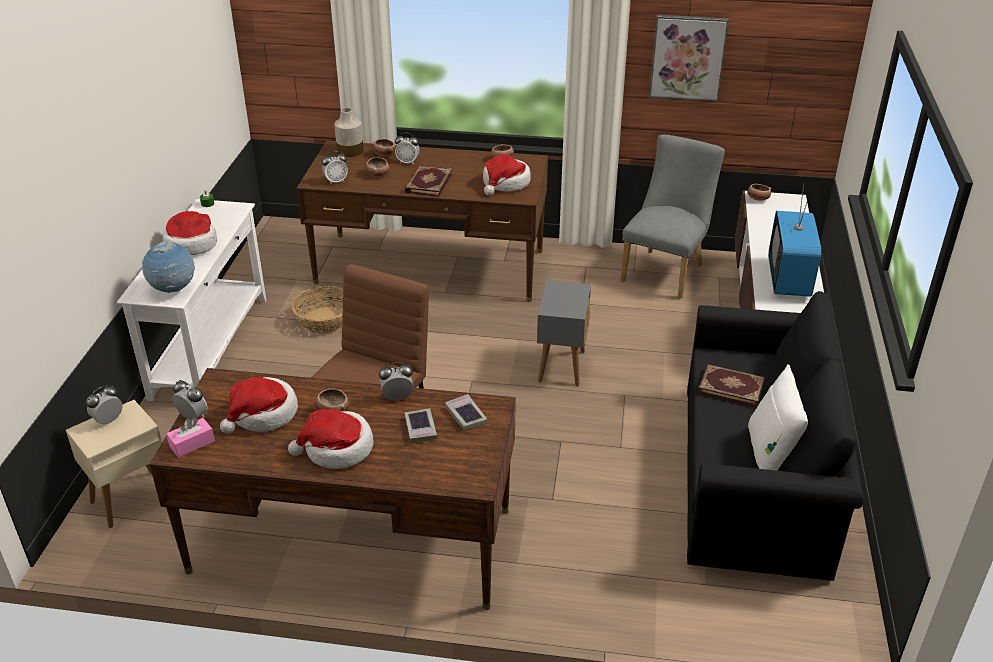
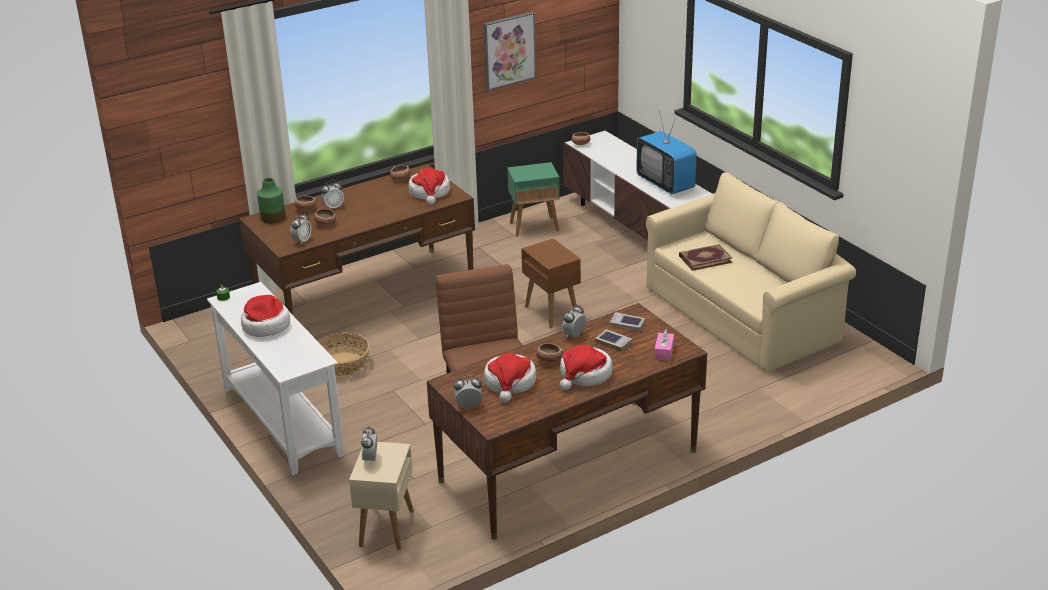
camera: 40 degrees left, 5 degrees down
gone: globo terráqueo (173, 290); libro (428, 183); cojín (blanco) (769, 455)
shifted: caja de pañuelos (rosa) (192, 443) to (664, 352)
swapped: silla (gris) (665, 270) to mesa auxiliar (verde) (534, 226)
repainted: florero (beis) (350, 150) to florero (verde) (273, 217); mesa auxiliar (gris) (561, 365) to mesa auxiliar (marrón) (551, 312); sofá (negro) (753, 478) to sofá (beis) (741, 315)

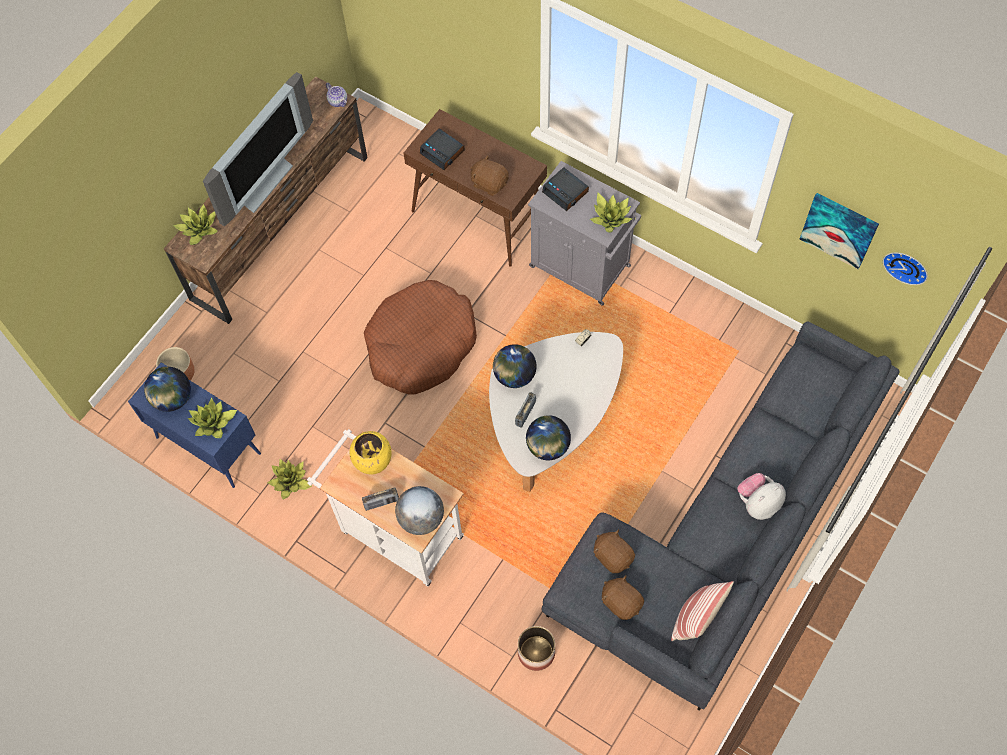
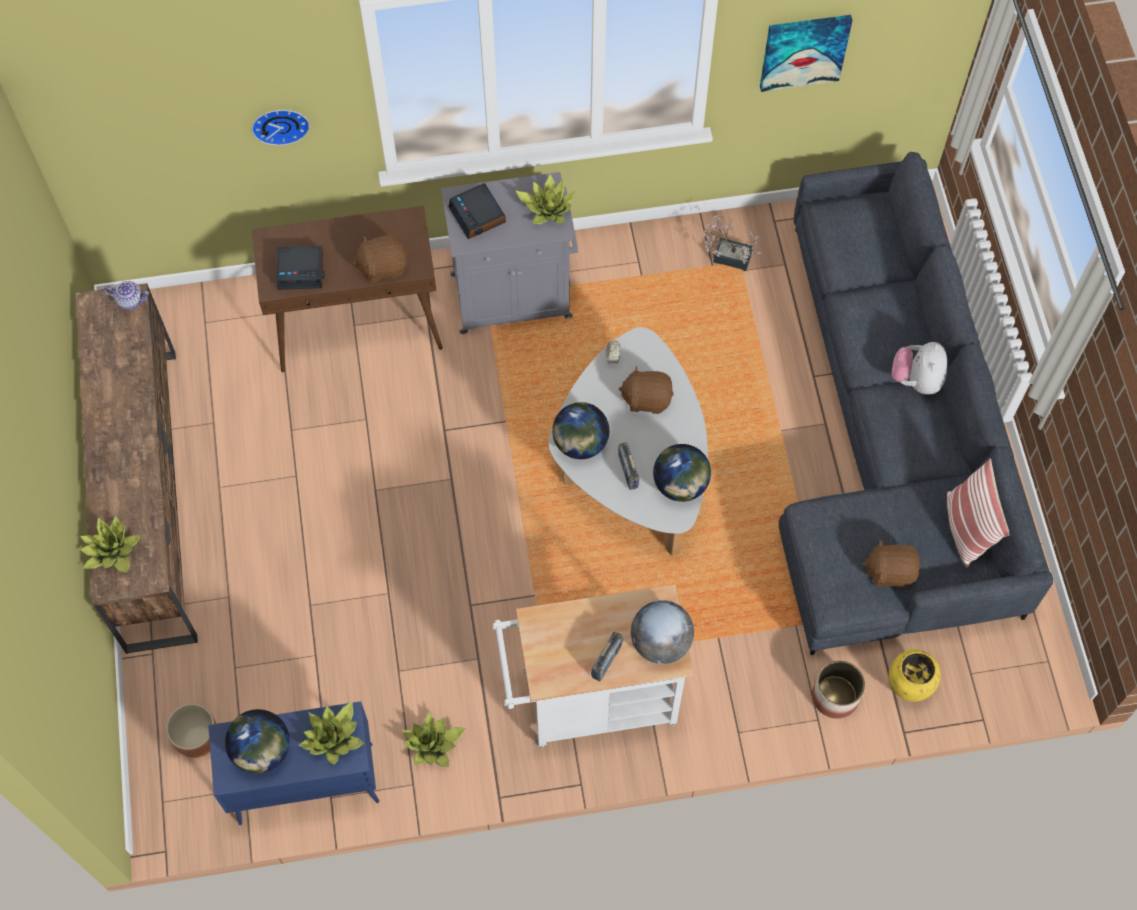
camera: 45 degrees left, 0 degrees up
gone: televisor (260, 181); cama para perro (marrón) (421, 344)
new: planta en maceta (728, 255)
shifted: reloj de pared (906, 265) to (280, 123); peluche (marrón) (613, 556) to (646, 398); florero (amarillo) (374, 463) to (909, 686)
rotated: despertador (566, 192) = (478, 215) 60 degrees clockwise

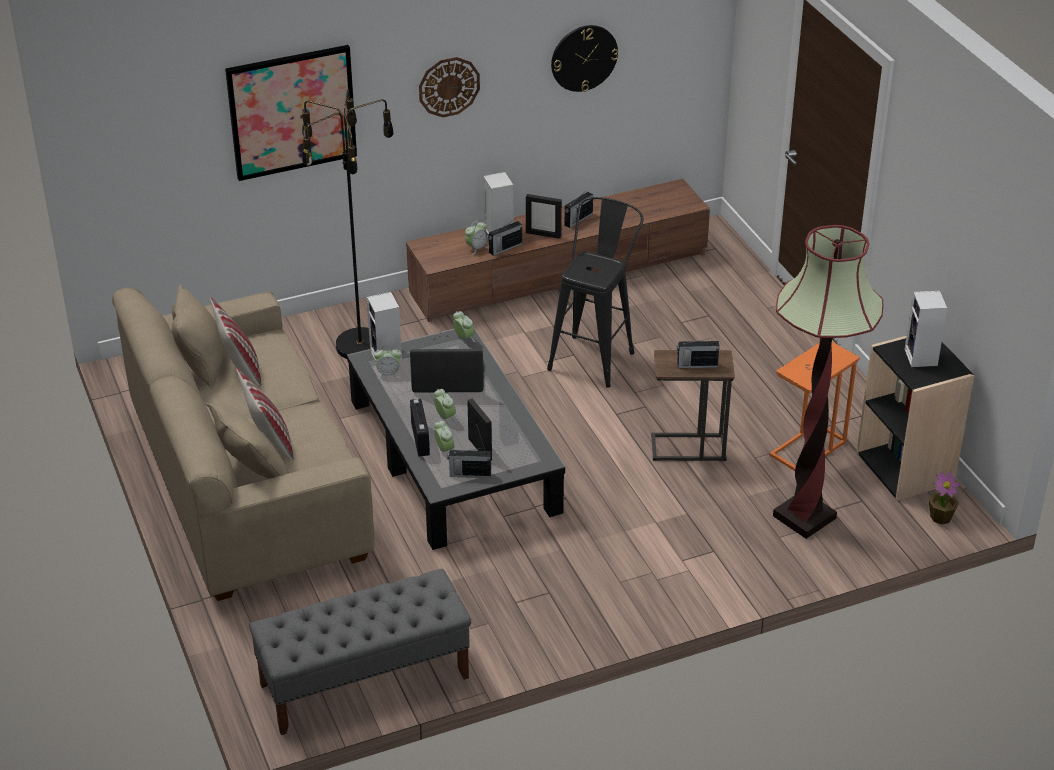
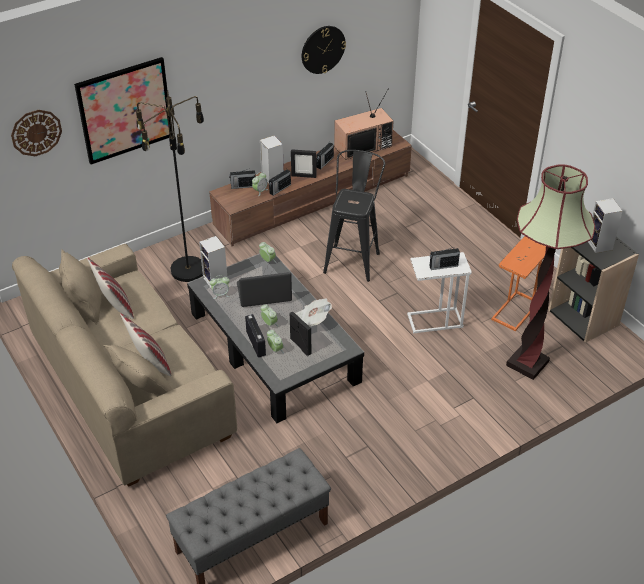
camera: 10 degrees left, 5 degrees up
gone: planta en maceta (941, 517)
new: periódico (311, 321); televisor (363, 145)
shifted: reloj de pared (449, 86) to (36, 132); radio (469, 474) to (243, 186)
repainted: mesa auxiliar (marrón) (689, 447) to mesa auxiliar (blanco) (435, 320)

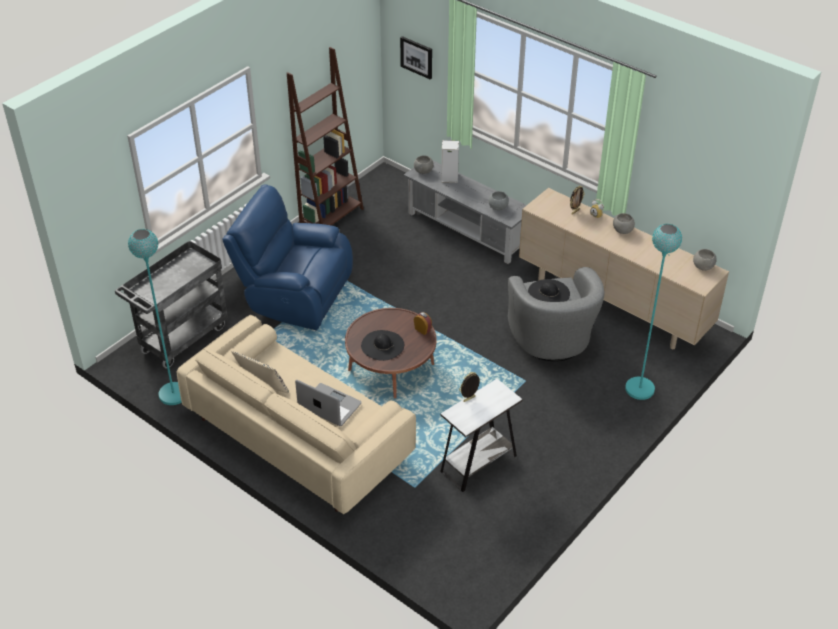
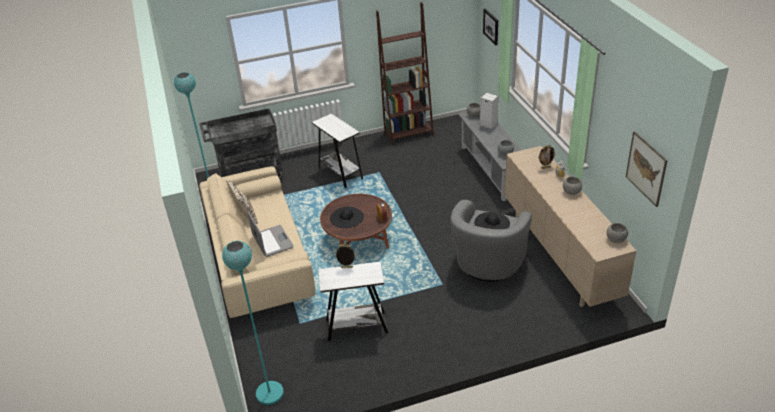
camera: 35 degrees right, 5 degrees down
new: cuadro (646, 168)
shifted: lámpara de pie (turquesa) (640, 389) to (270, 394)
swapped: sillón (azul) (295, 295) to mesa auxiliar (blanco) (340, 173)

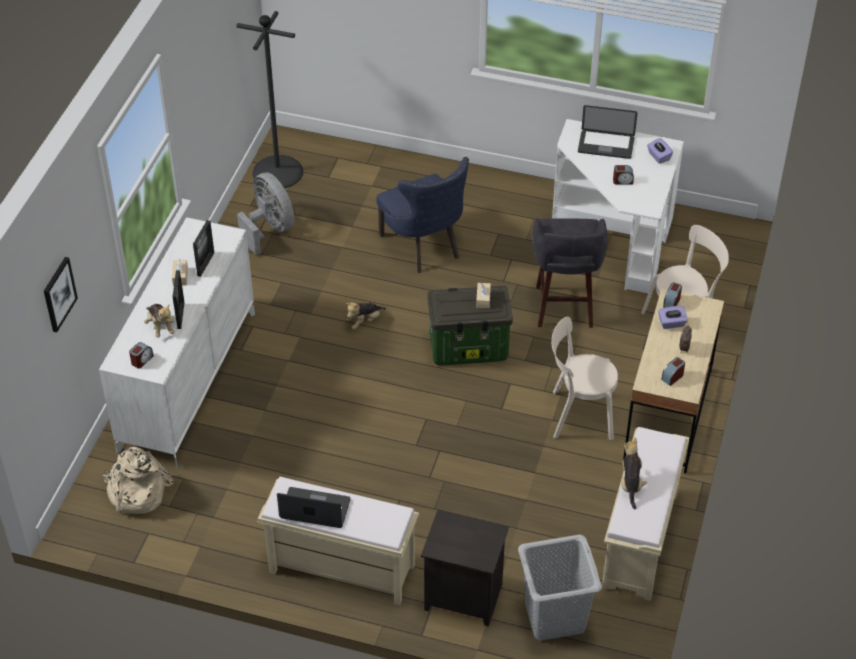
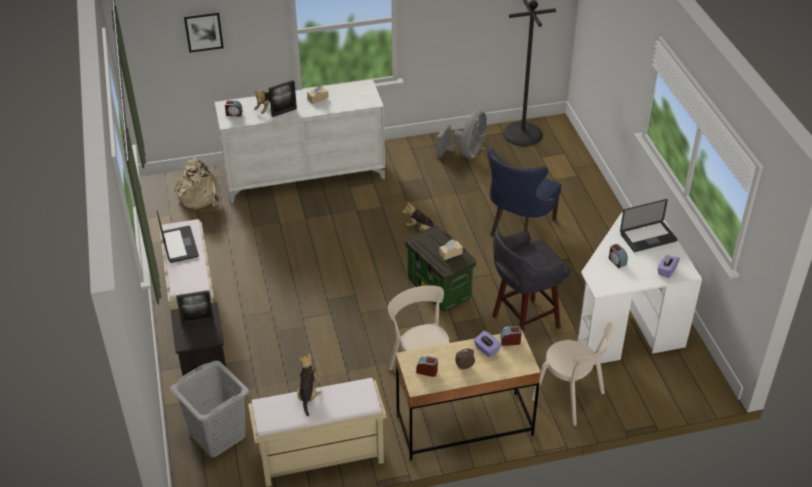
camera: 60 degrees right, 5 degrees down
shifted: portarretratos (205, 264) to (198, 322)
rotated: peluche (630, 484) = (308, 394) 60 degrees counterclockwise; portátil (606, 145) = (648, 237) 90 degrees counterclockwise

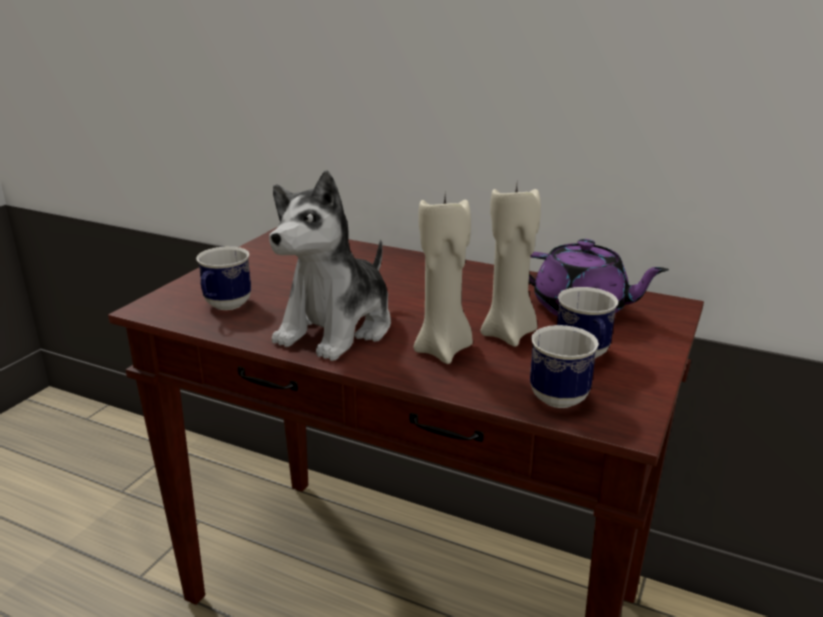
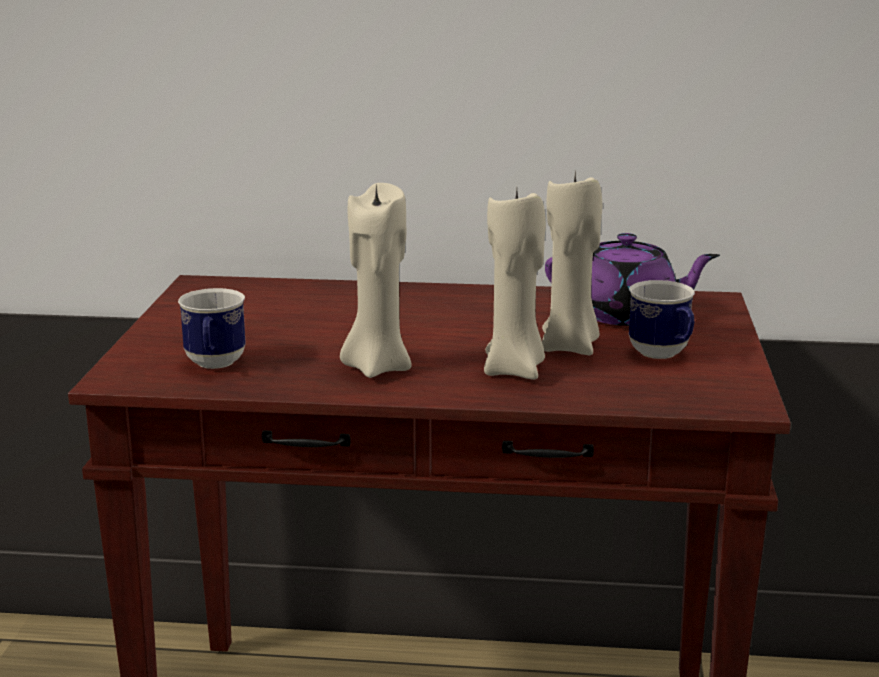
camera: 20 degrees left, 5 degrees down
gone: taza grande (556, 393)
swapped: peluche (337, 329) to vela (beis) (377, 367)

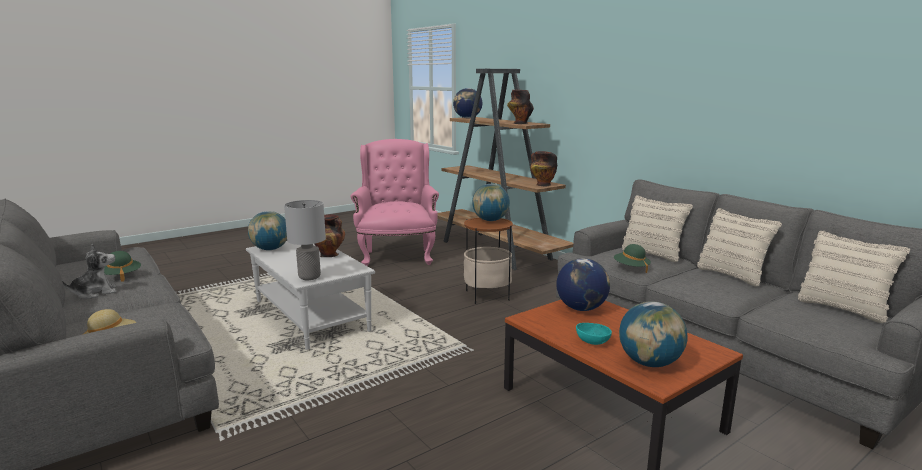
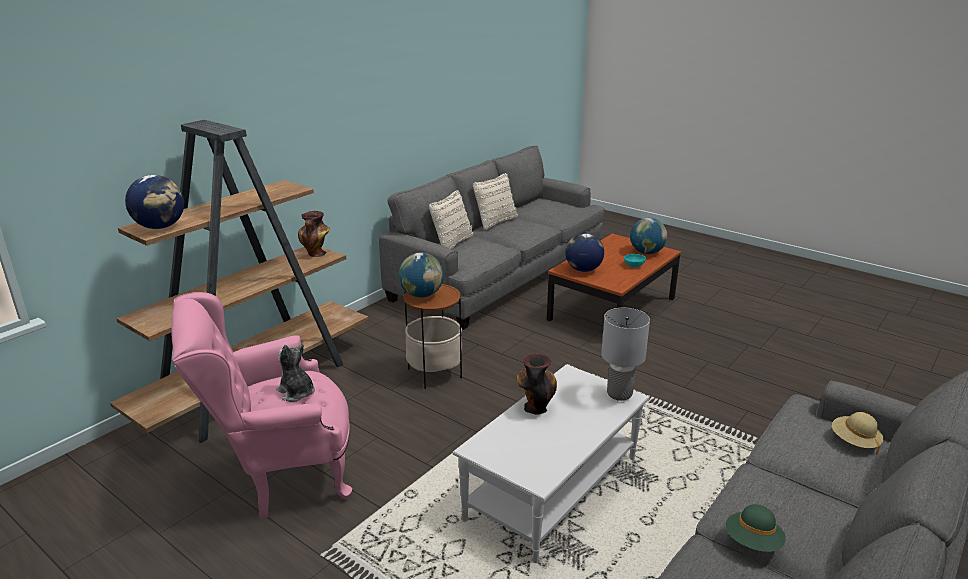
camera: 105 degrees left, 10 degrees up
gone: globo terráqueo (270, 249); florero (519, 123); sombrero (verde) (631, 268); cojín (beis) (843, 309)
shifted: peluche (95, 293) to (296, 392)

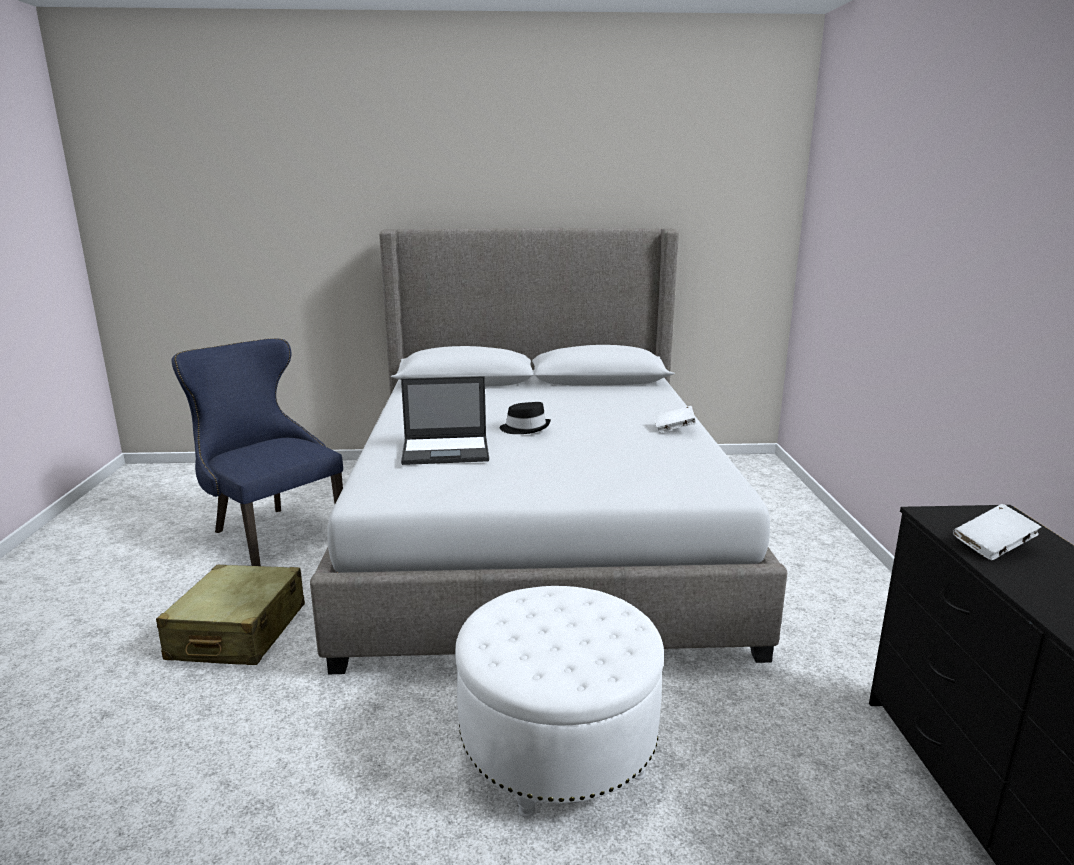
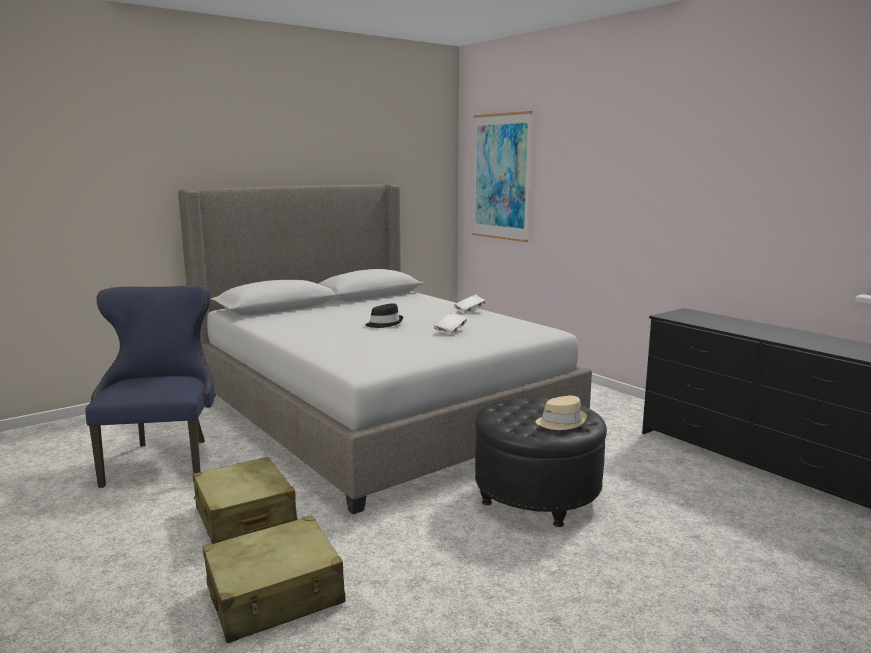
camera: 35 degrees left, 5 degrees down
gone: portátil (447, 450)
new: maleta (beis) (275, 595); cuadro (501, 177); sombrero (beis) (561, 422)
shifted: libro (blanco) (993, 547) to (451, 331)
repainted: puf (blanco) (558, 749) to puf (negro) (537, 497)
rotated: silla (azul) (271, 533) = (163, 460) 75 degrees clockwise

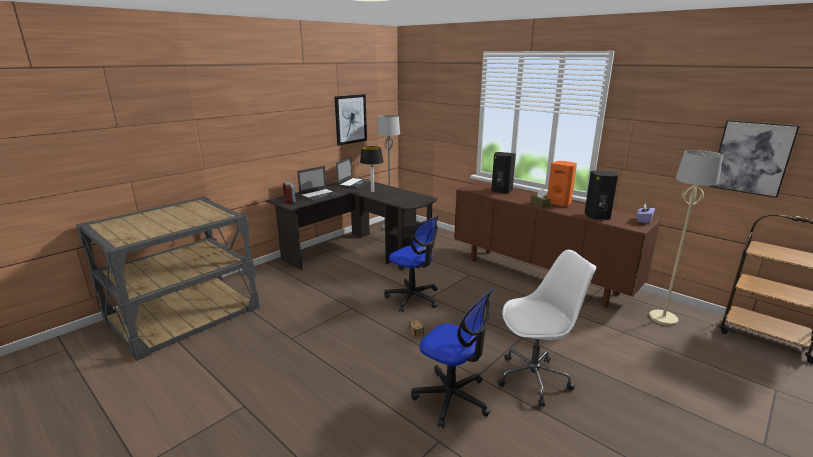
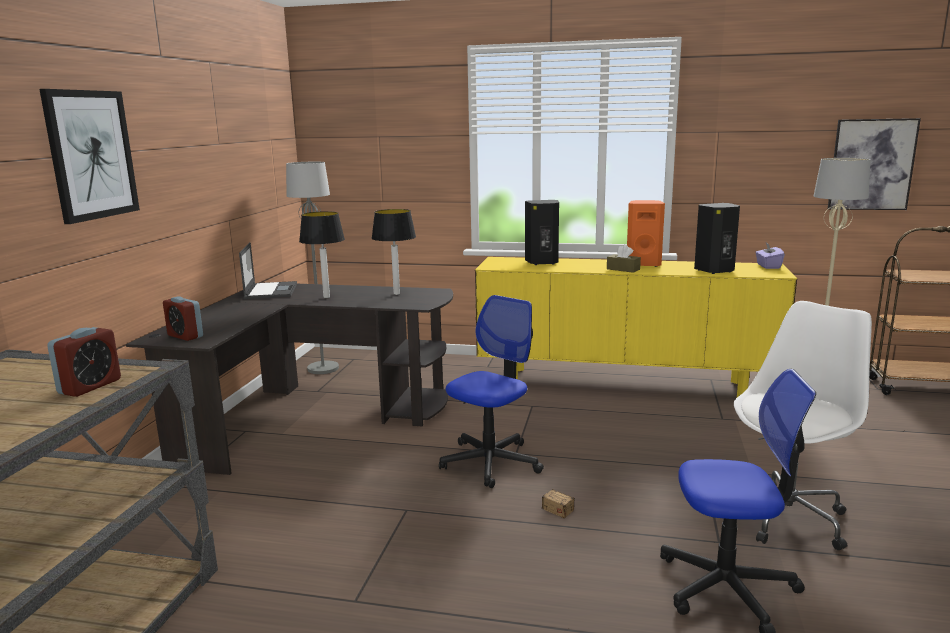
camera: 30 degrees left, 5 degrees down
gone: portátil (320, 195)
new: despertador (90, 386); lámpara de mesa (396, 294)
shifted: cuadro (350, 119) to (91, 155)
repainted: armario (marrón) (539, 275) to armario (amarillo) (624, 383)
rotated: silla de oficina (413, 298) = (490, 462) 60 degrees counterclockwise

